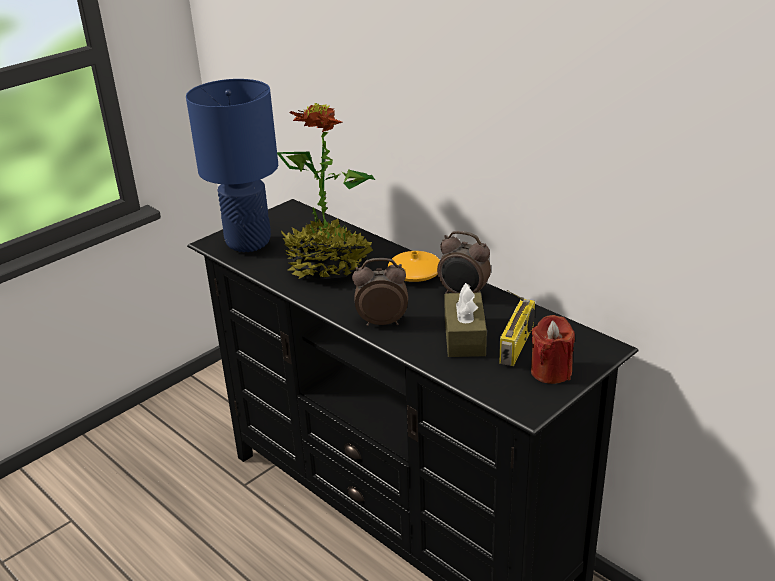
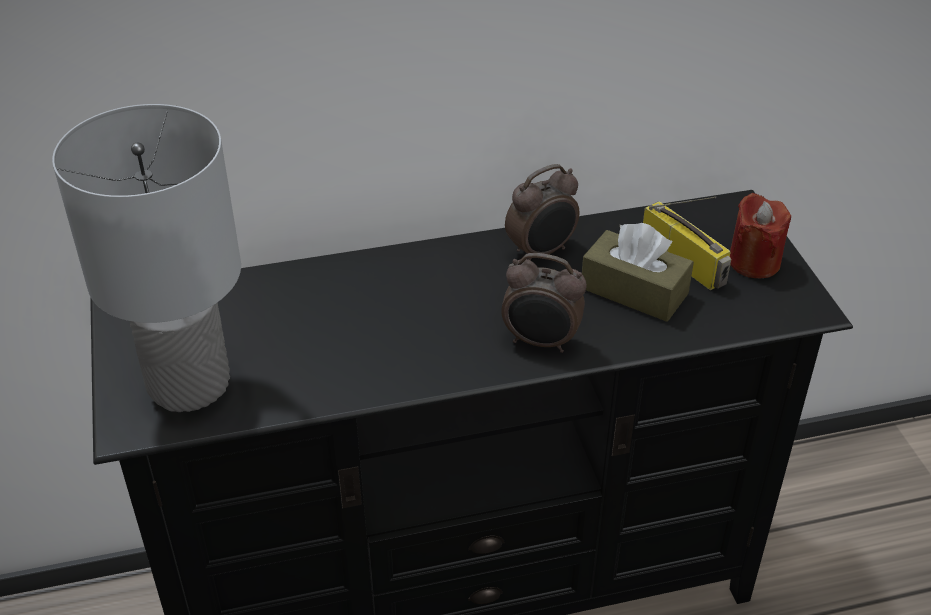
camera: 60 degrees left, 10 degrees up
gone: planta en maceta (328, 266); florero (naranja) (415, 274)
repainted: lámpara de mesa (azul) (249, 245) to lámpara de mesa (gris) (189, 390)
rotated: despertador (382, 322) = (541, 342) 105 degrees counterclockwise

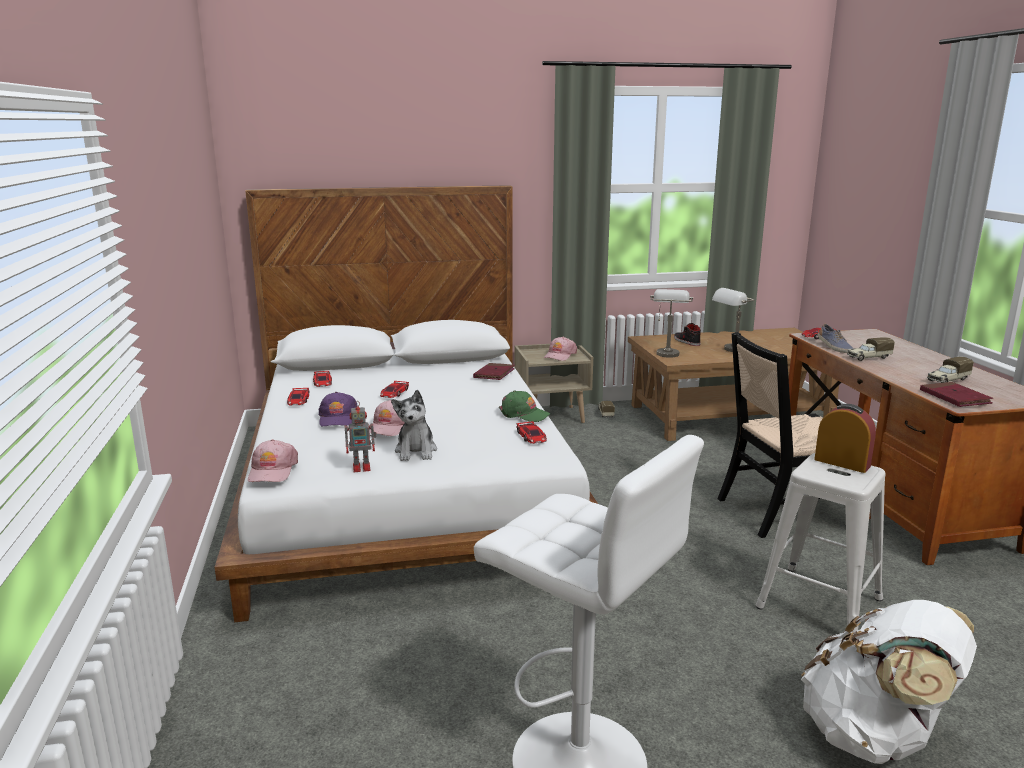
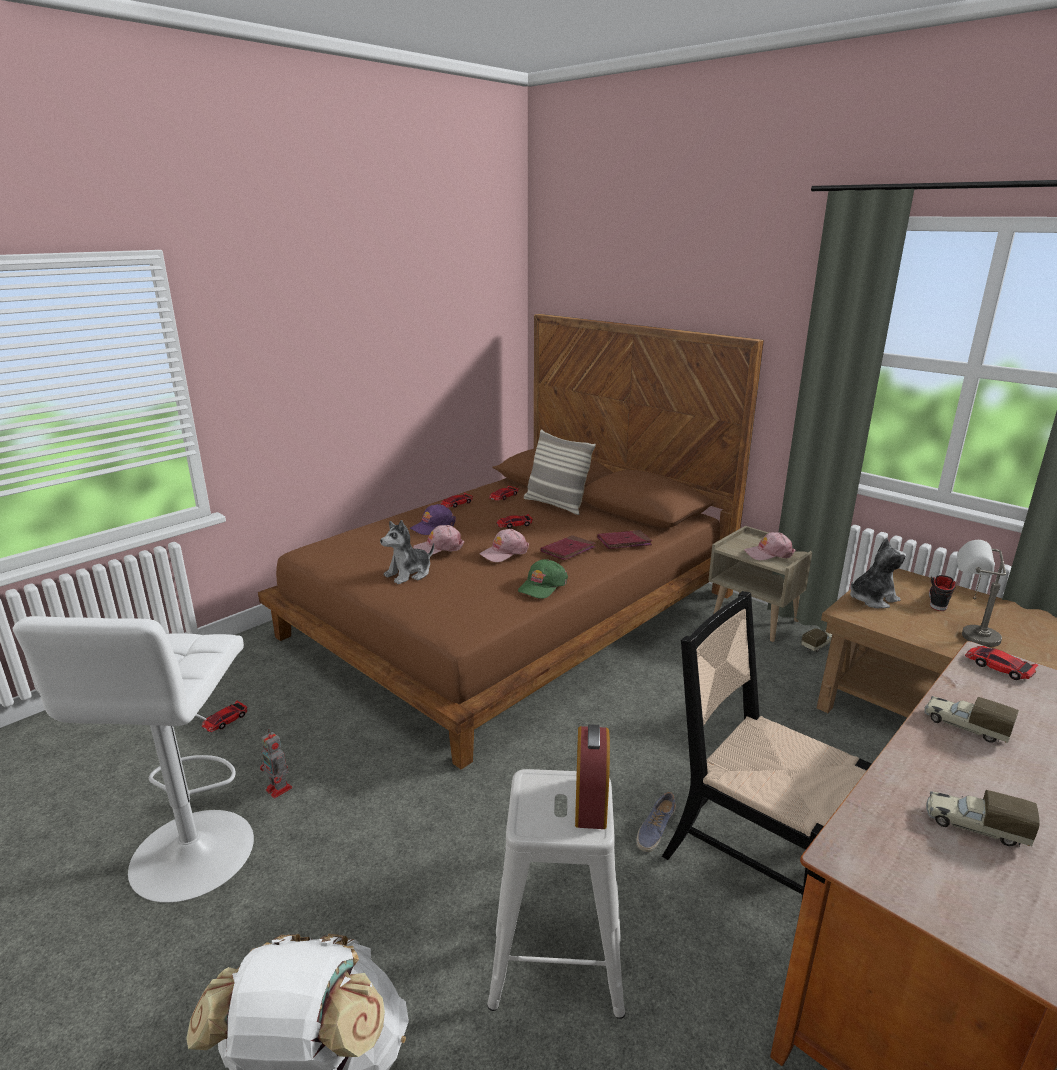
camera: 55 degrees right, 5 degrees up
new: cojín (556, 505)
shifted: coche de juguete (531, 437) to (225, 720); robot de juguete (363, 467) to (279, 789); gorra (rosa) (272, 470) to (504, 552); libro (rojo) (954, 398) to (568, 550); zapato (834, 348) to (655, 830)
swapped: lámpara de mesa (gris) (667, 352) to peluche (872, 599)
repainted: cama (blanco) (407, 489) to cama (marrón) (512, 615)
rotated: gorra (verde) (524, 414) = (542, 586) 45 degrees clockwise

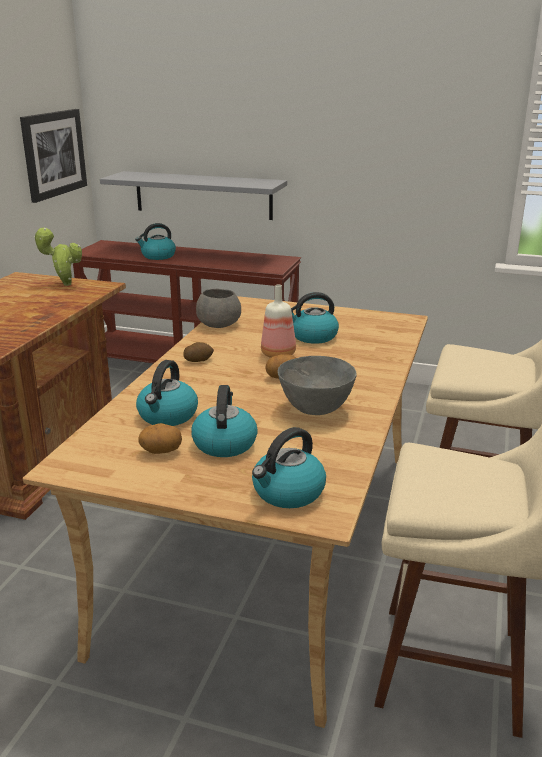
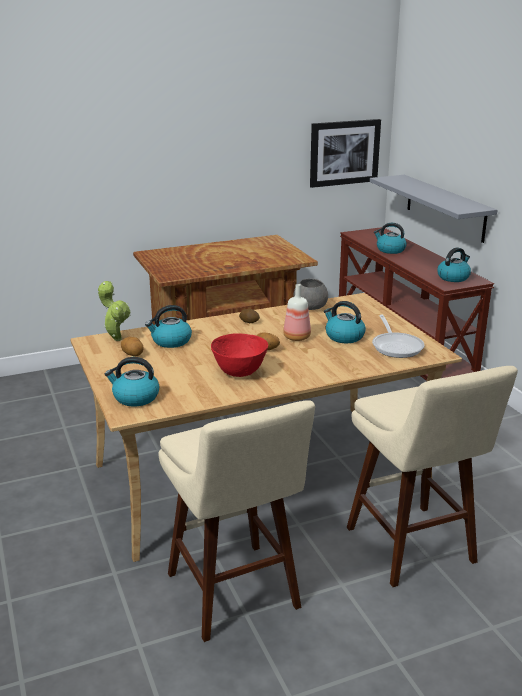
camera: 50 degrees right, 0 degrees up
new: sartén (396, 346)
shifted: planta en maceta (64, 284) to (116, 338); hervidor (224, 443) to (453, 277)
repainted: cuenco (gris) (316, 409) to cuenco (rojo) (239, 373)

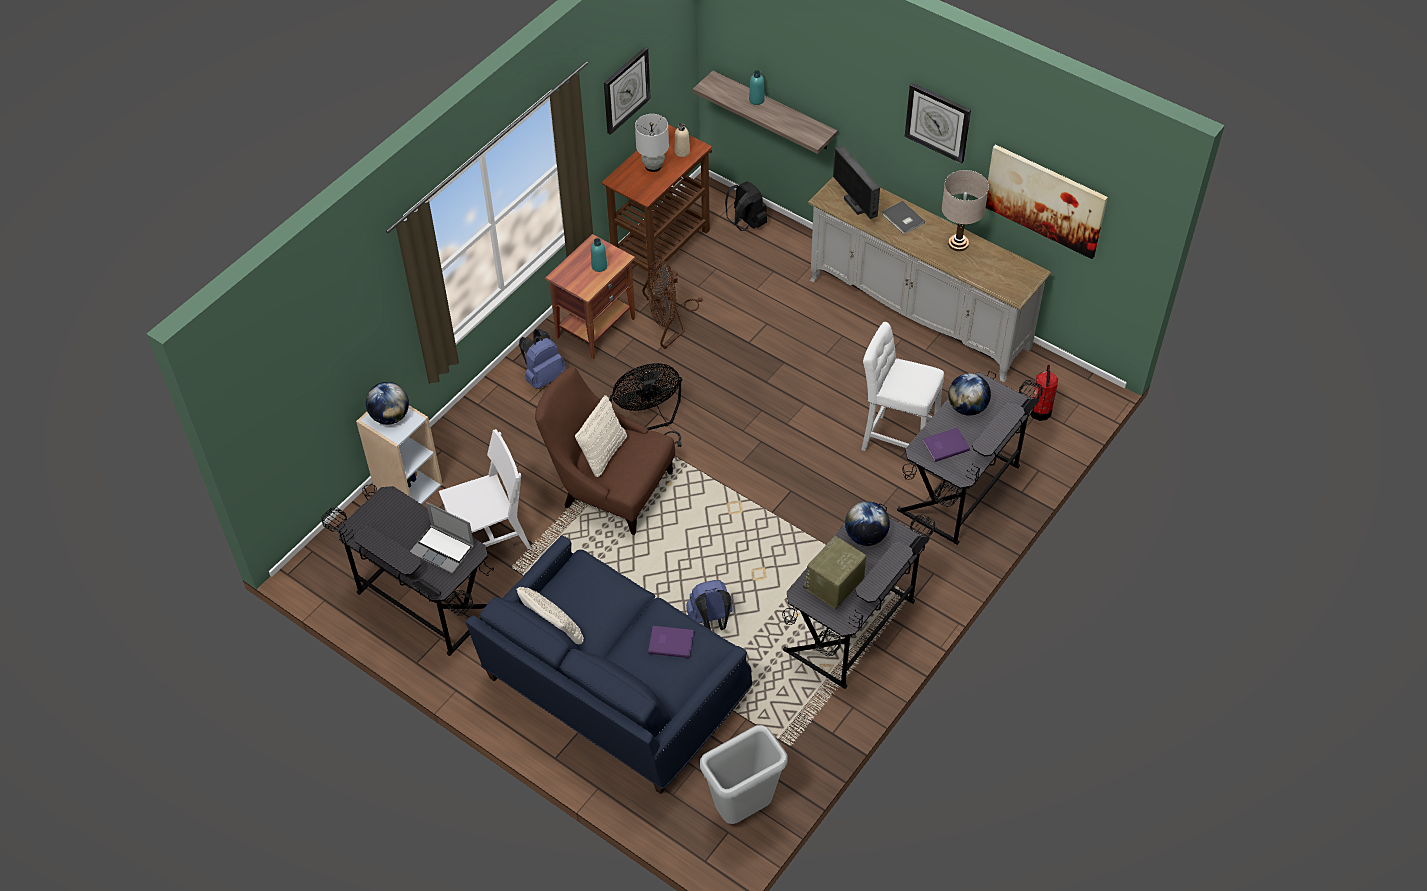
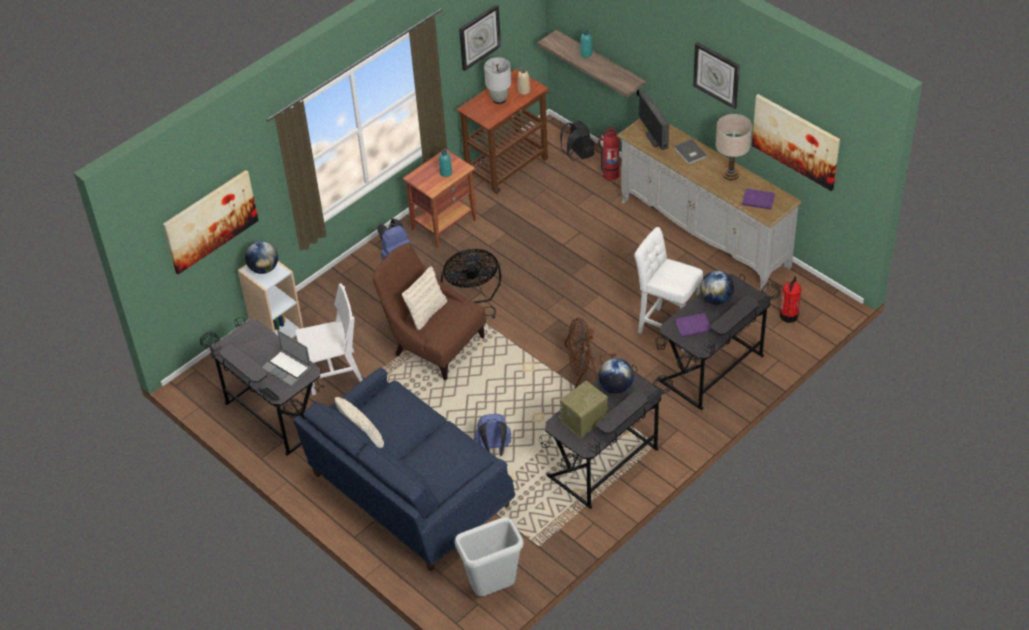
camera: 10 degrees right, 5 degrees down
new: cuadro (210, 221); extintor (610, 174)
shifted: ventilador (marrón) (669, 318) to (585, 369); libro (morado) (670, 642) to (758, 199)

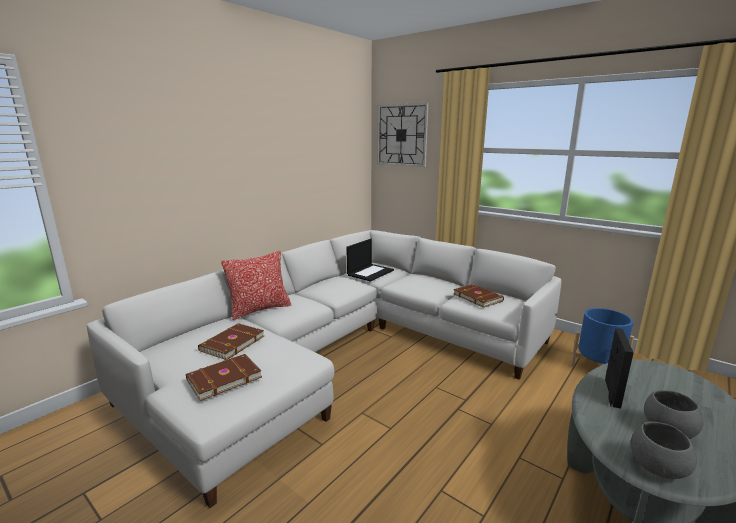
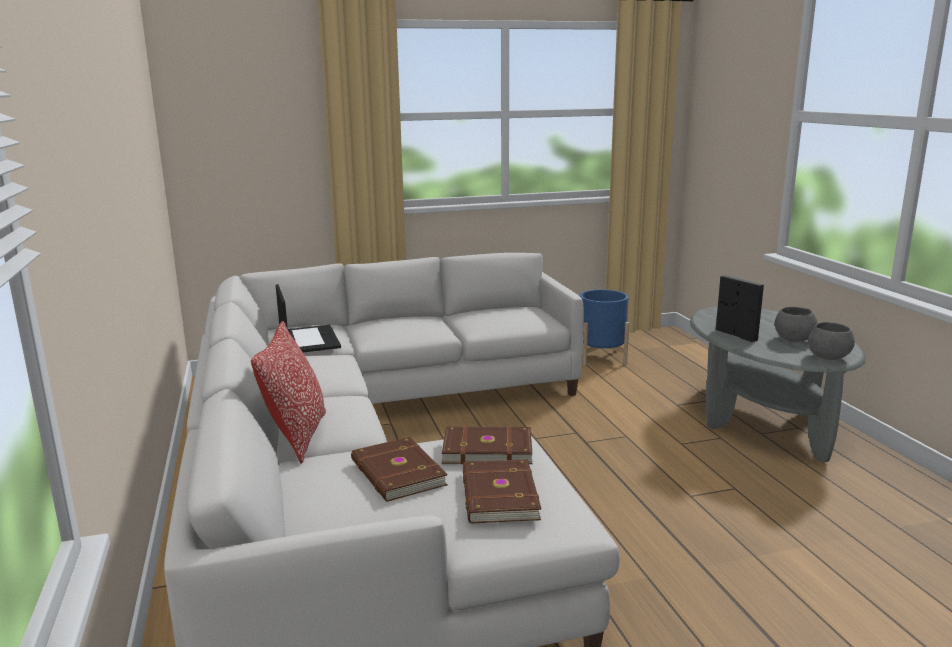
camera: 55 degrees left, 0 degrees up
gone: reloj de pared (401, 135)
shifted: libro (marrón) (478, 297) to (487, 449)

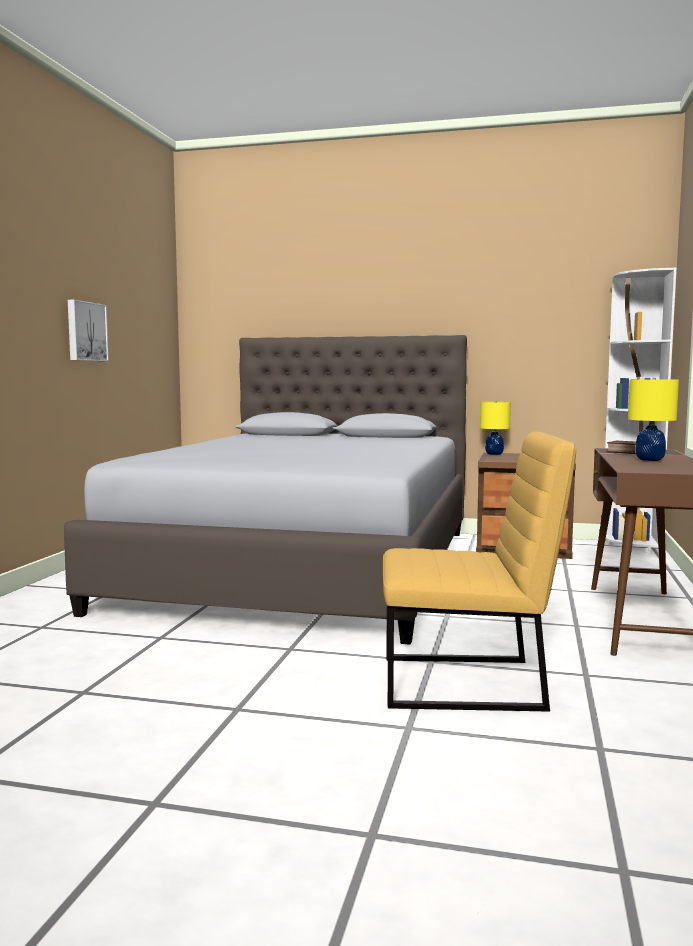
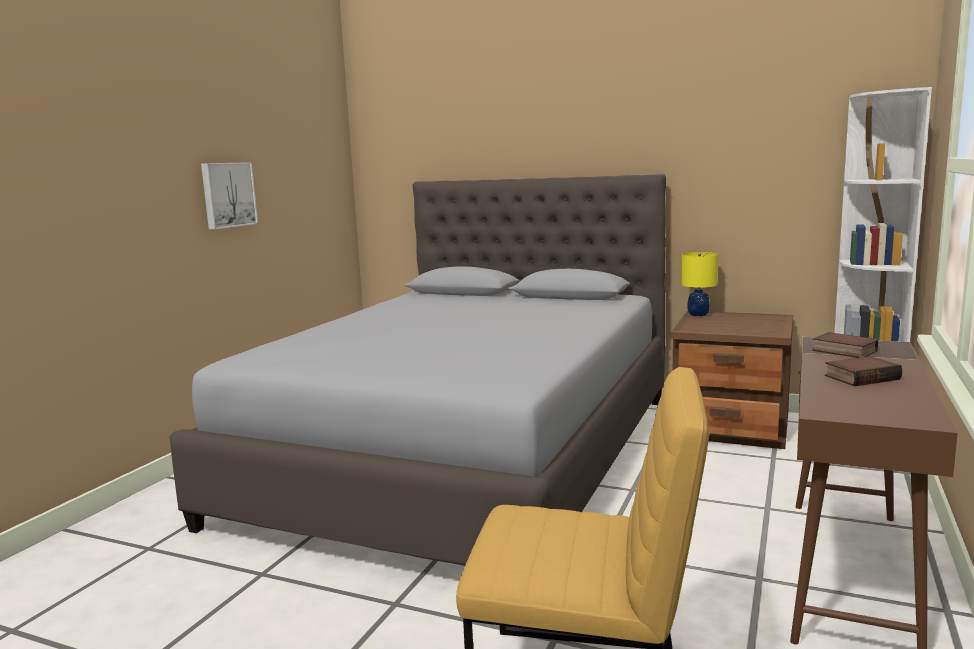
camera: 10 degrees right, 5 degrees up
swapped: lámpara de mesa (amarillo) (649, 460) to libro (861, 377)

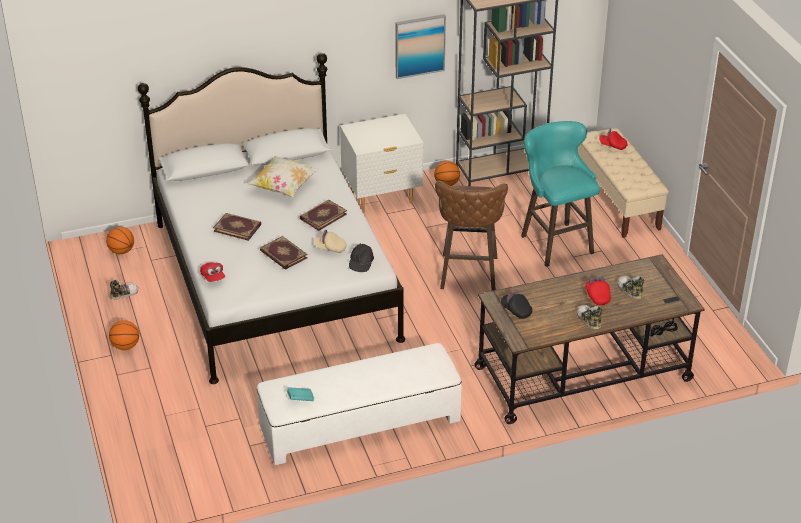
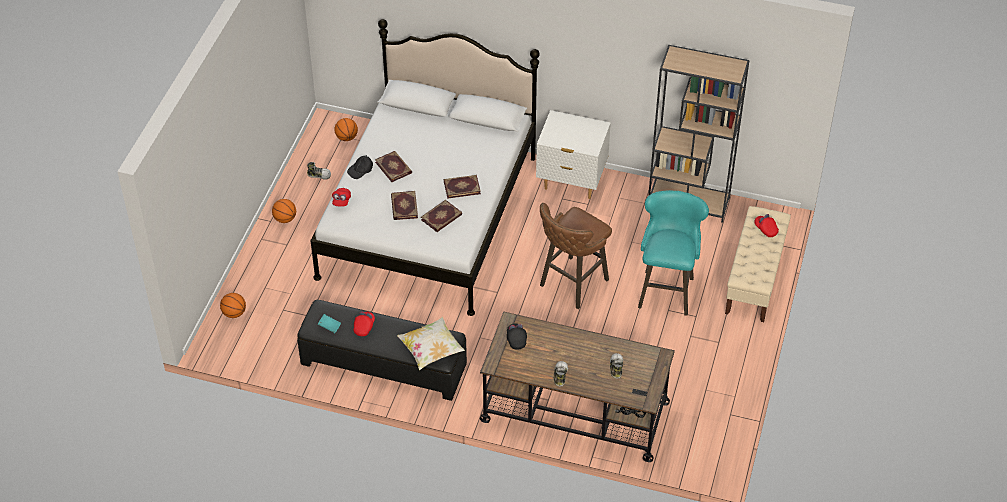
camera: 35 degrees right, 10 degrees up
gone: cuadro (419, 46)
shifted: balón de baloncesto (446, 184) to (234, 313); gorra (negro) (361, 261) to (360, 169); gorra (rojo) (597, 296) to (364, 327); cojín (284, 187) to (431, 351)
swapped: gorra (beis) (330, 248) to libro (442, 217)
repainted: banco (blanco) (359, 423) to banco (negro) (382, 364)

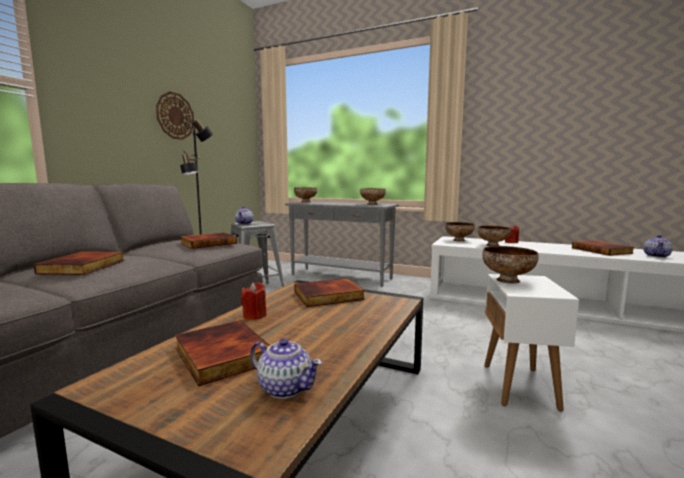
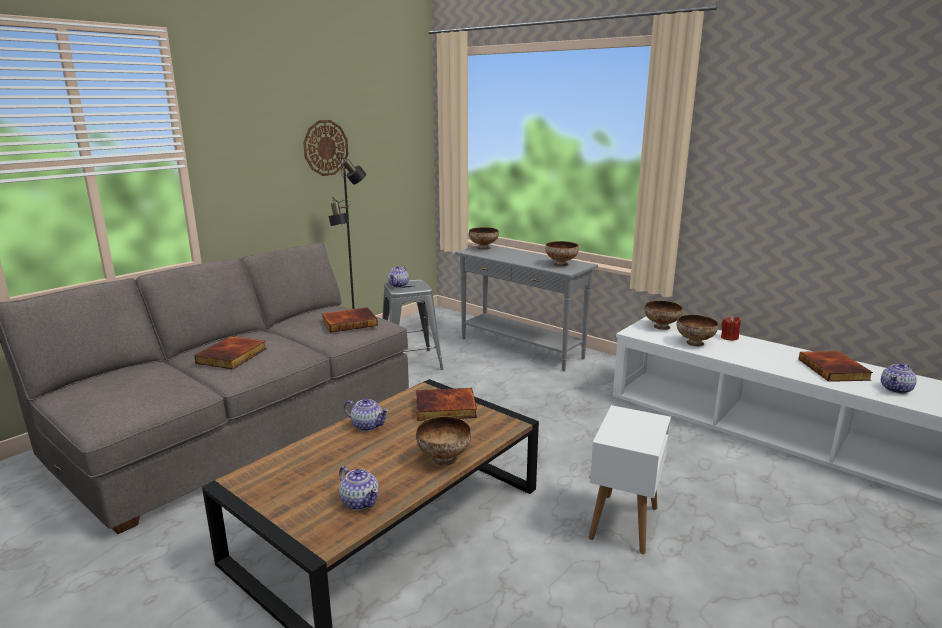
camera: 15 degrees right, 10 degrees up
gone: libro (220, 355)
shifted: cuenco (507, 280) to (443, 459)
swapped: vela (rojo) (254, 315) to tetera (367, 425)

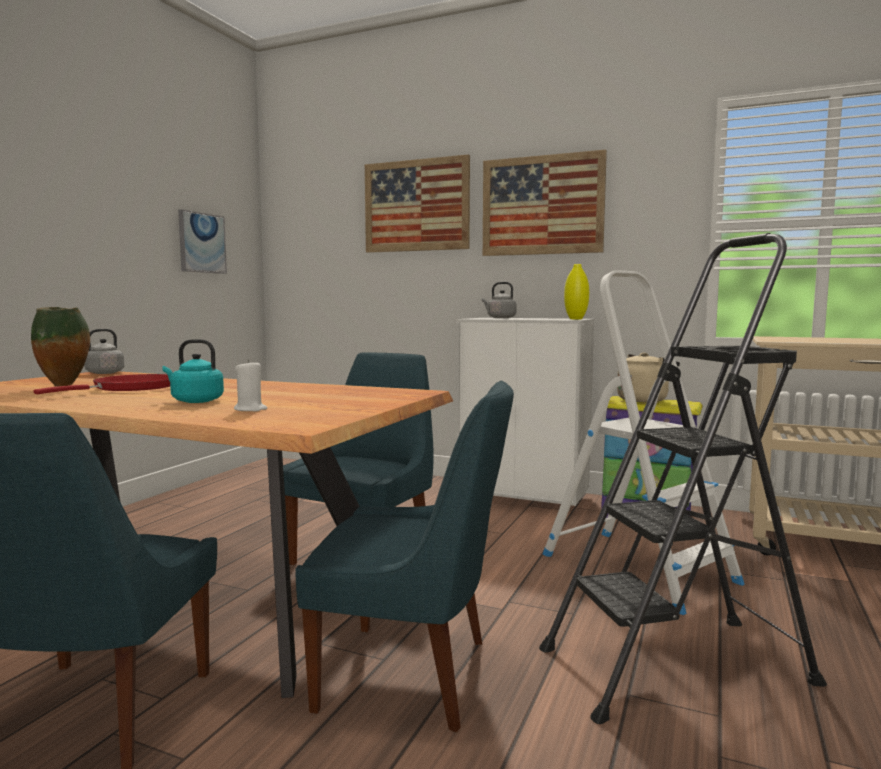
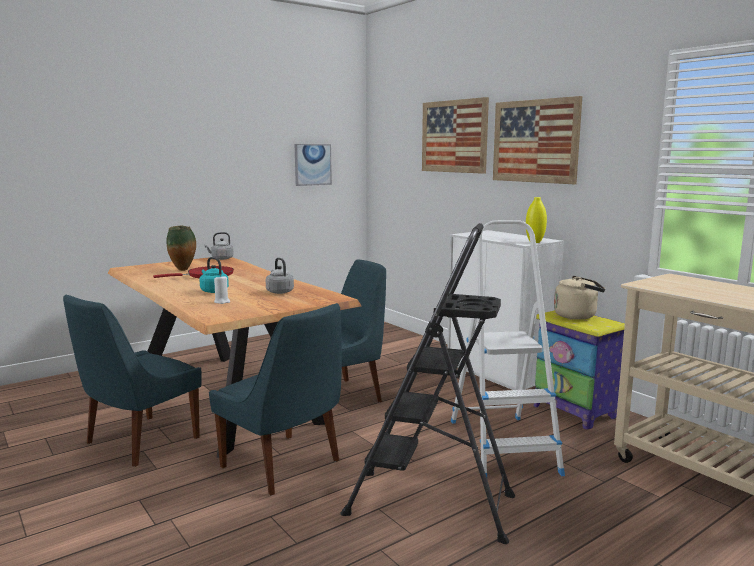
camera: 30 degrees right, 5 degrees up
shifted: hervidor (gris) (499, 318) to (279, 291)

